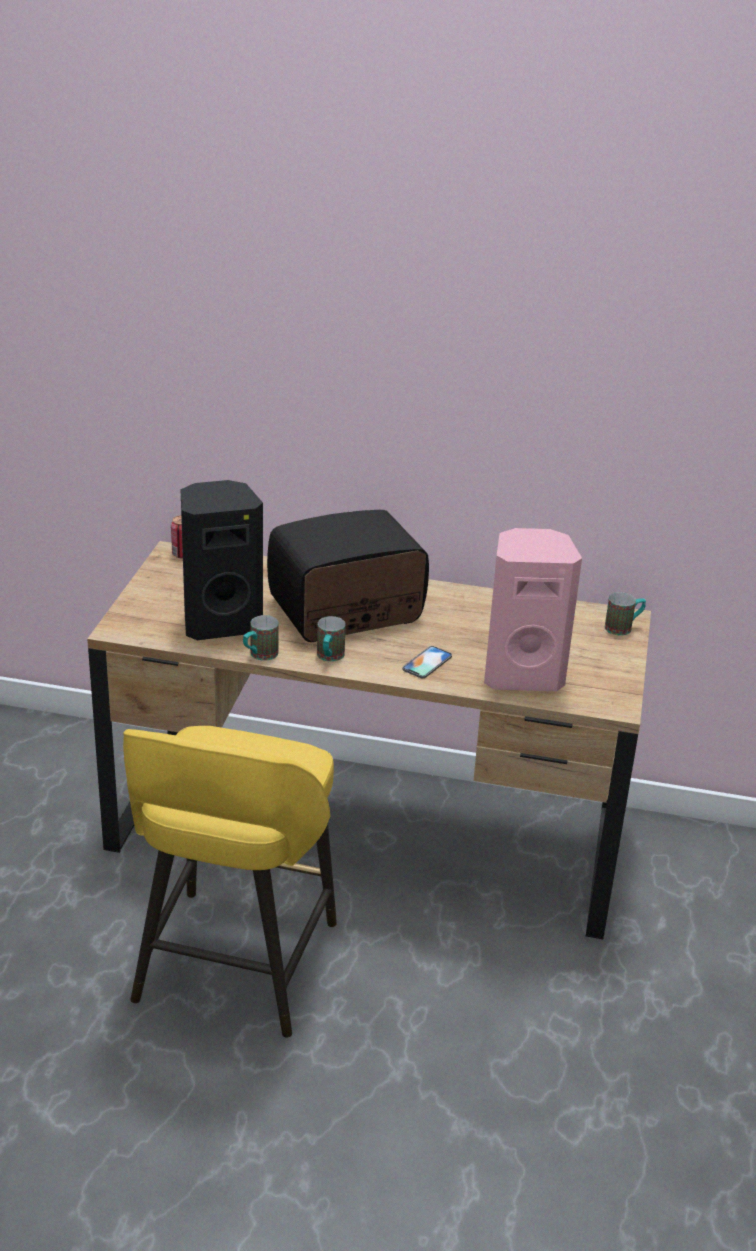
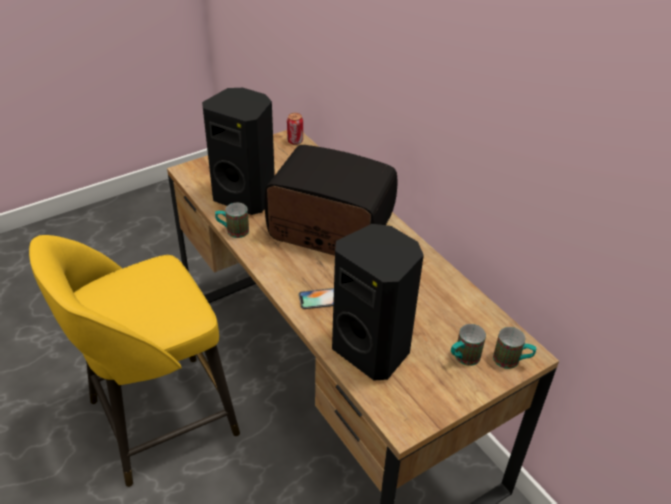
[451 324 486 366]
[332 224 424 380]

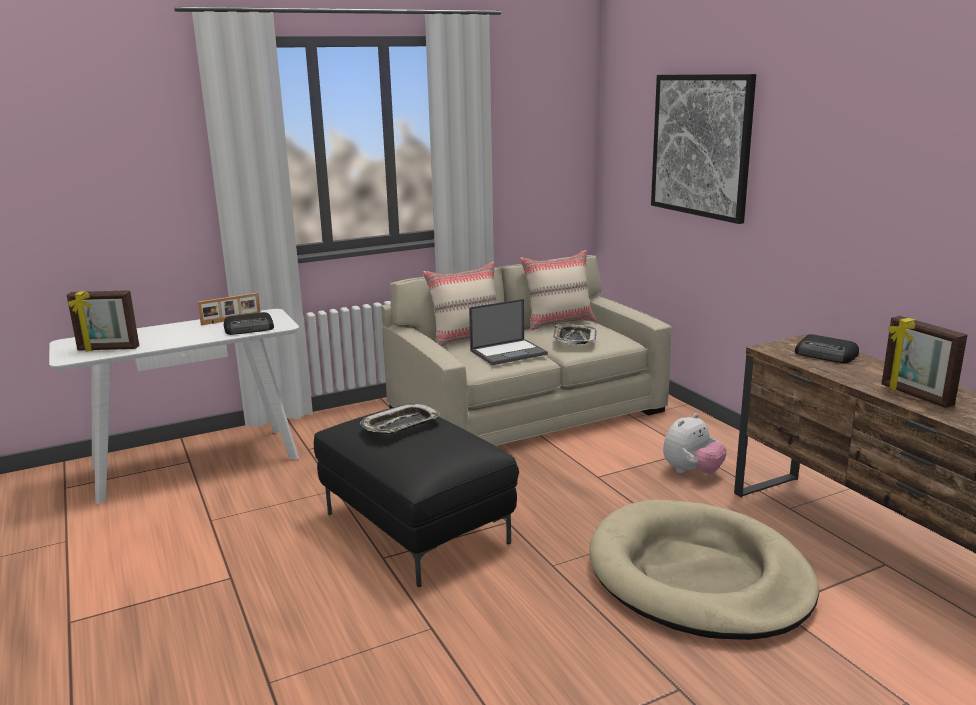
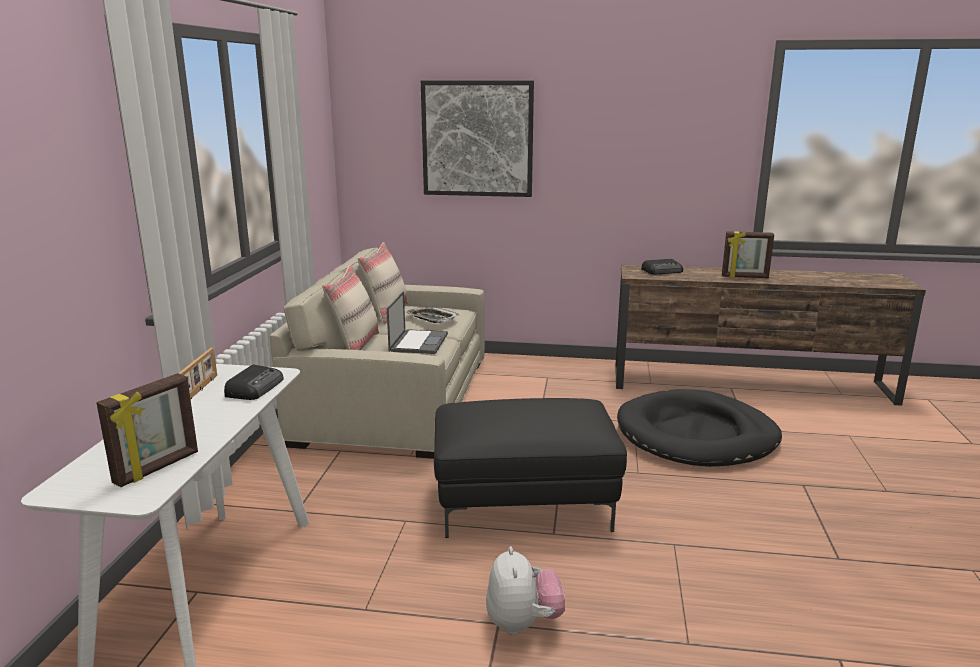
[360 403 440 434] (first image)
[486 547 565 635]
[617 389 782 467]

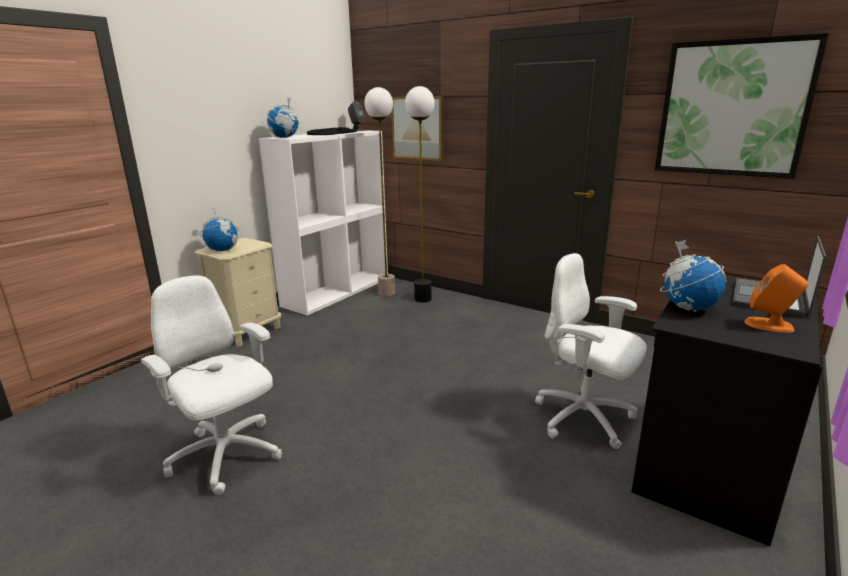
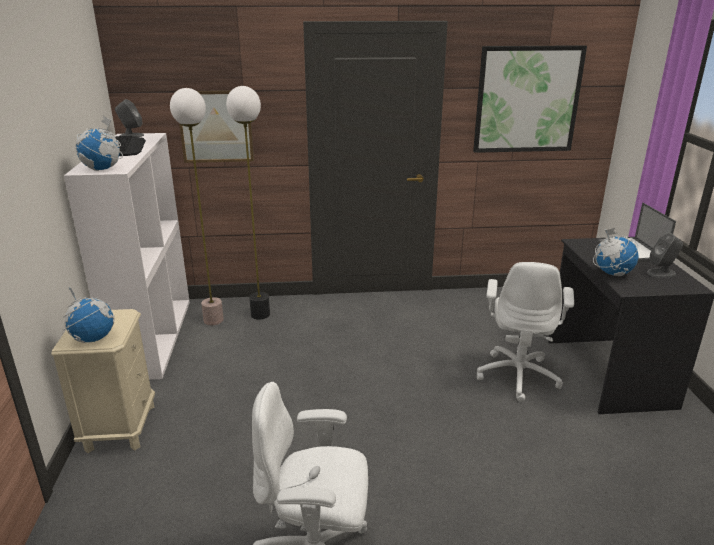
[647 233 683 278]
[477 262 574 402]

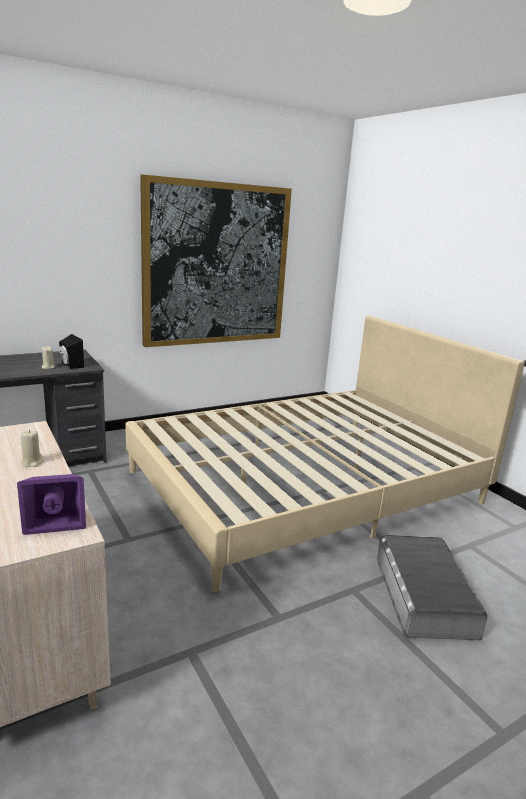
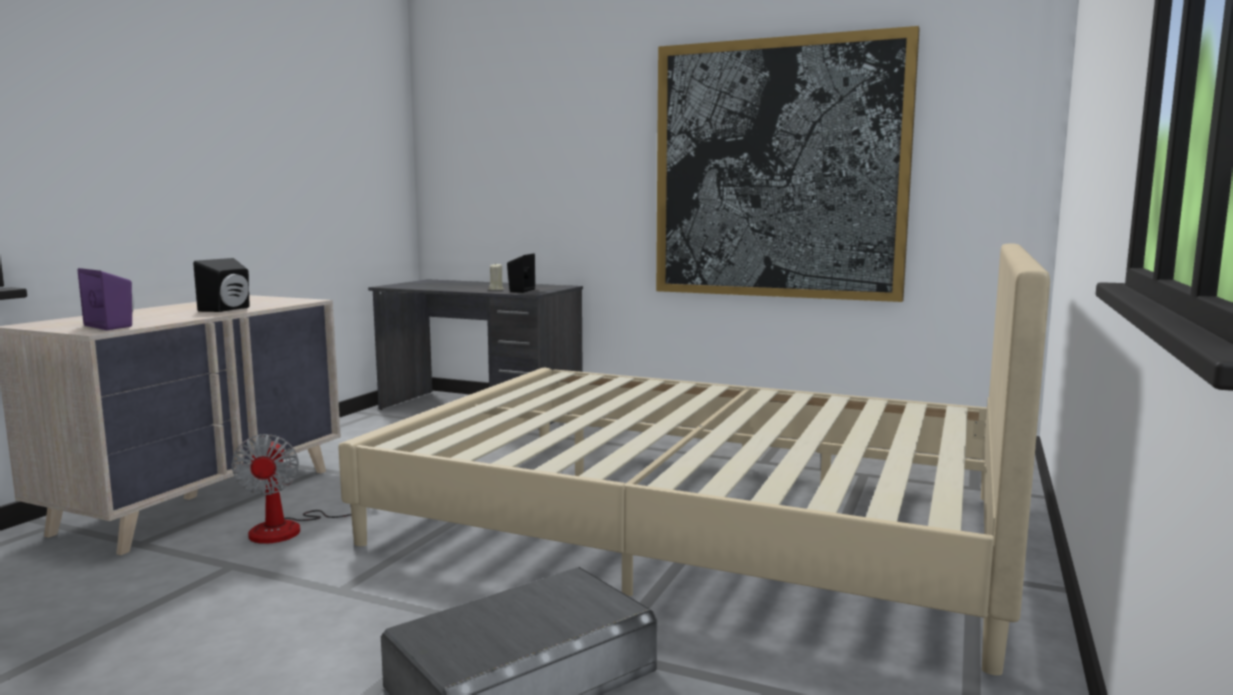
[231 434 351 544]
[193 258 250 312]

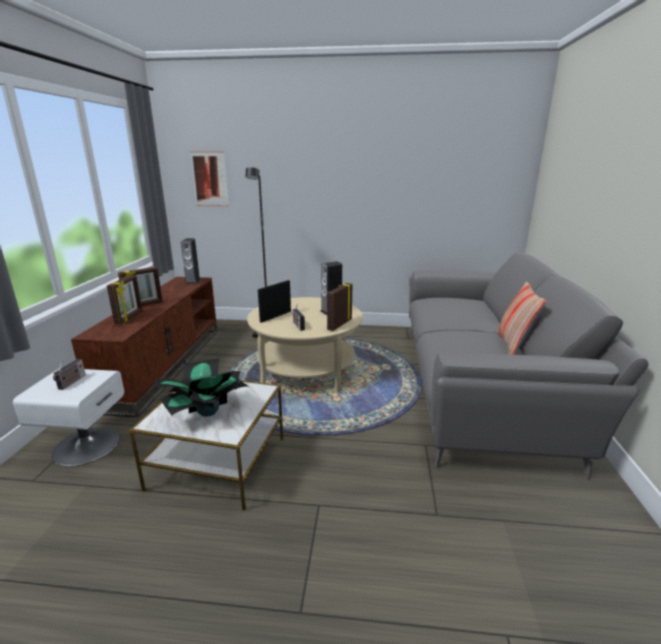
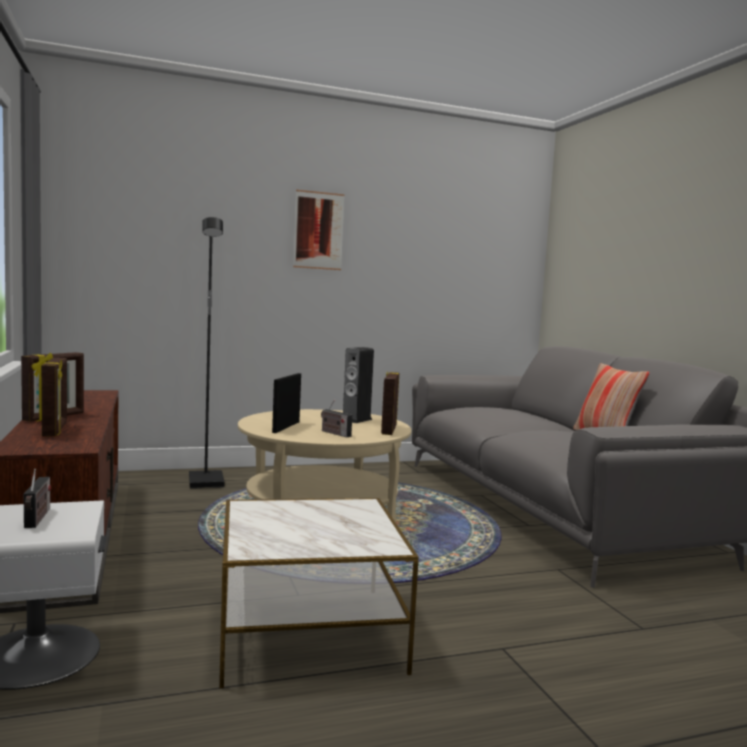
[154 358 249 417] (first image)
[181 238 201 284] (first image)
[293 190 345 270]

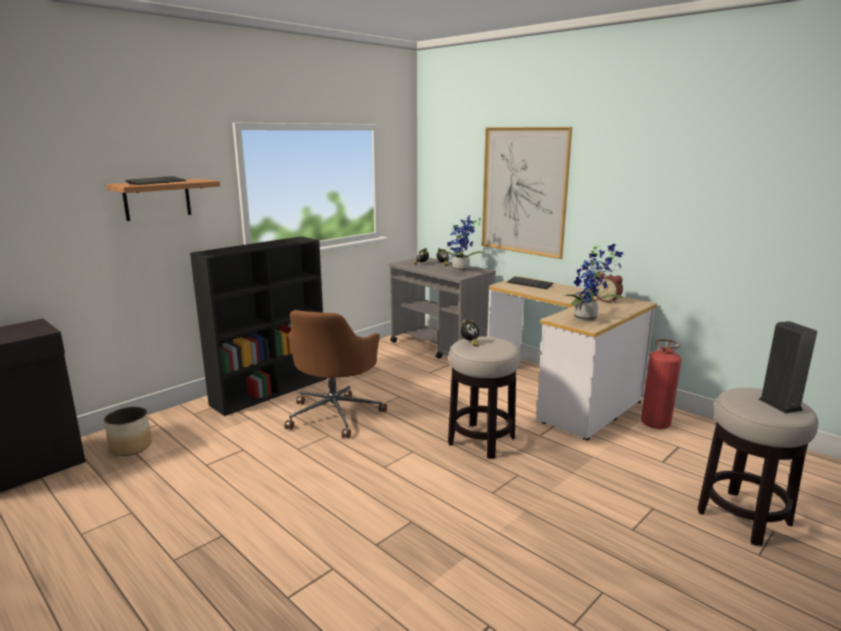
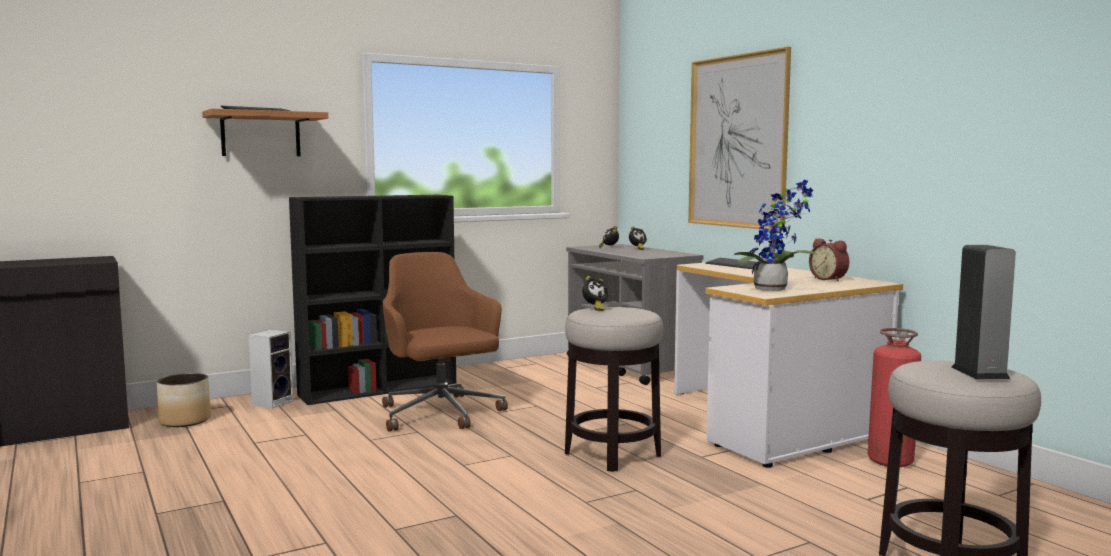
[439 215 488 272] (first image)
[249 329 294 409]
[382 252 508 431]

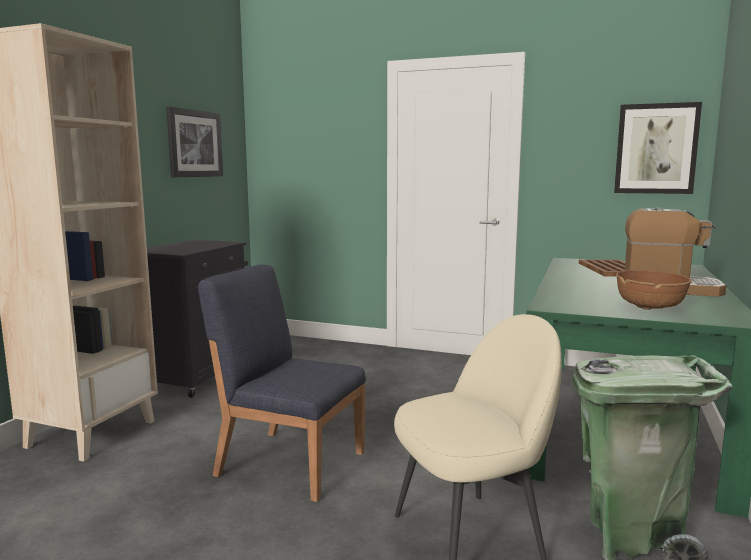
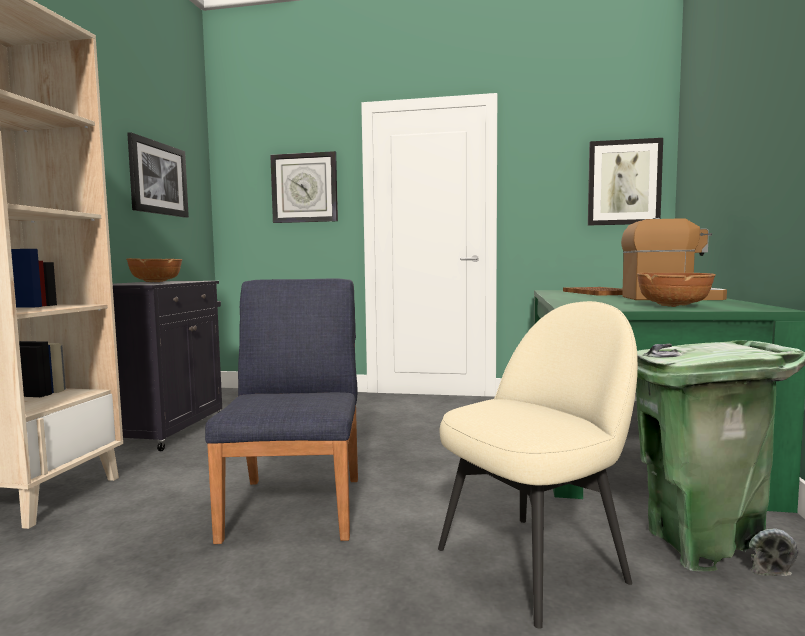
[126 258 182 282]
[270 151 338 223]
[205 279 358 544]

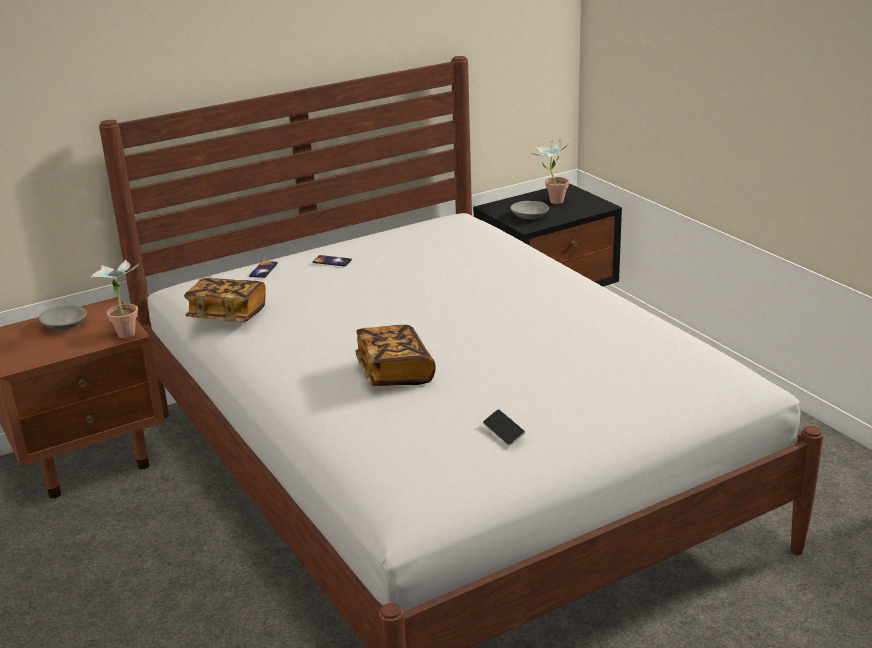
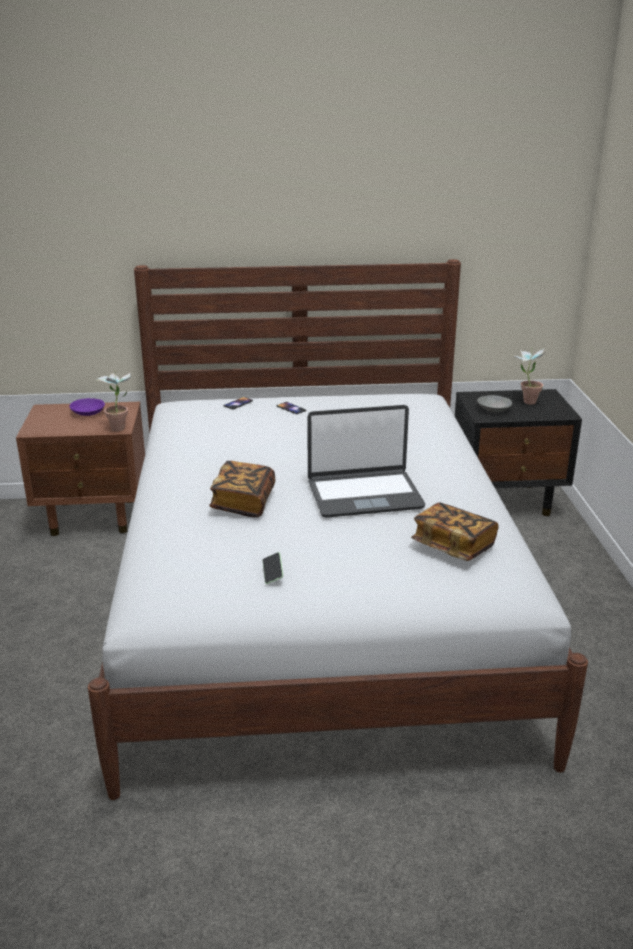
[307 405 425 518]
[411 502 499 561]
[69 398 105 416]

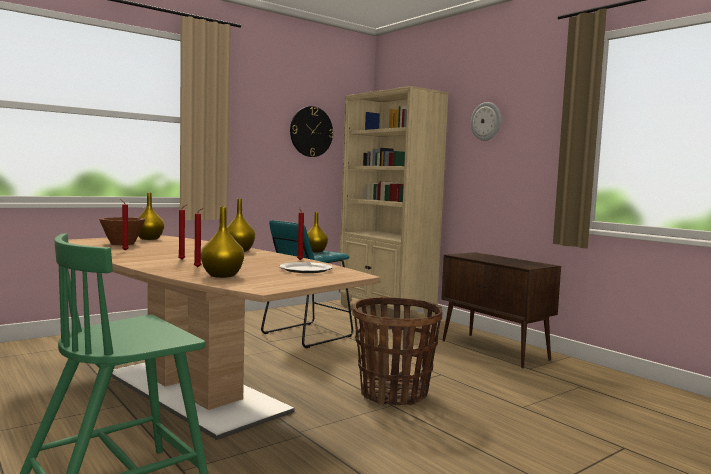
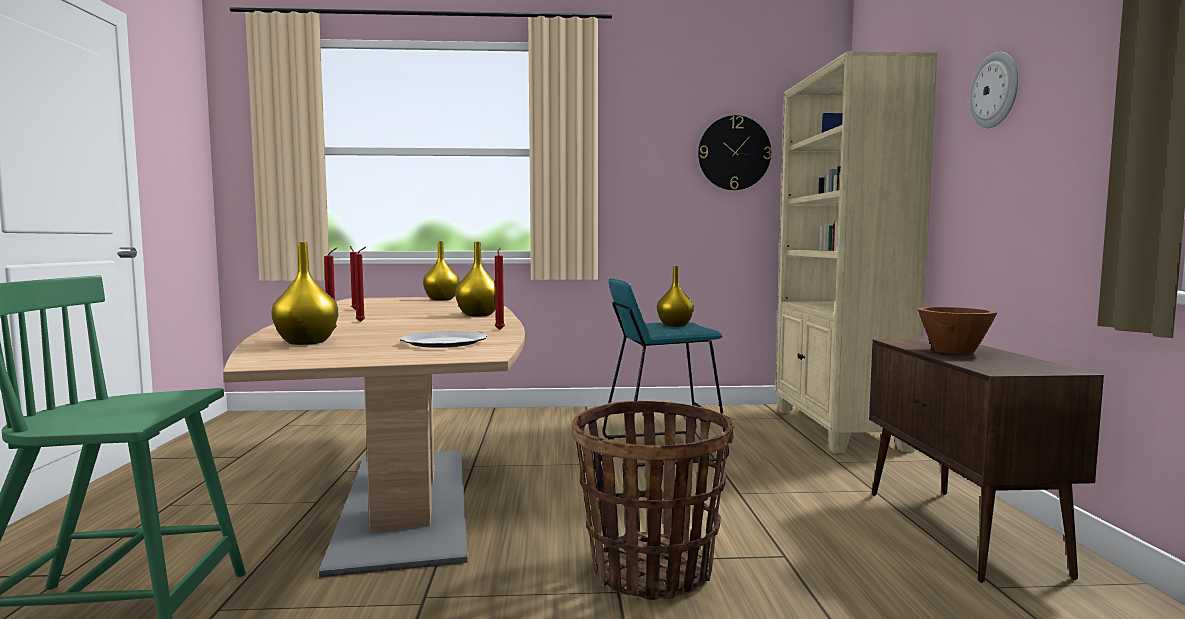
[918 307 997 354]

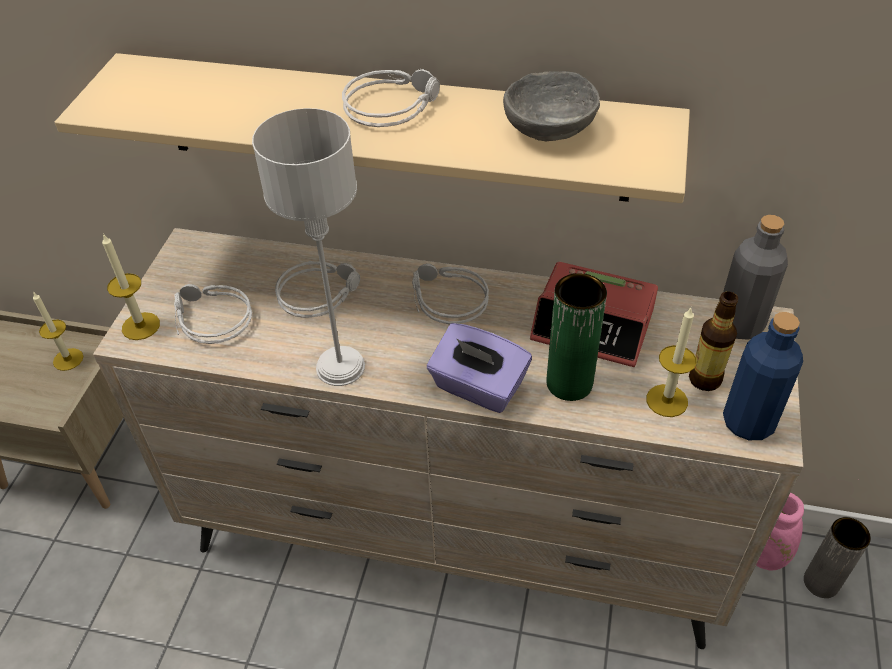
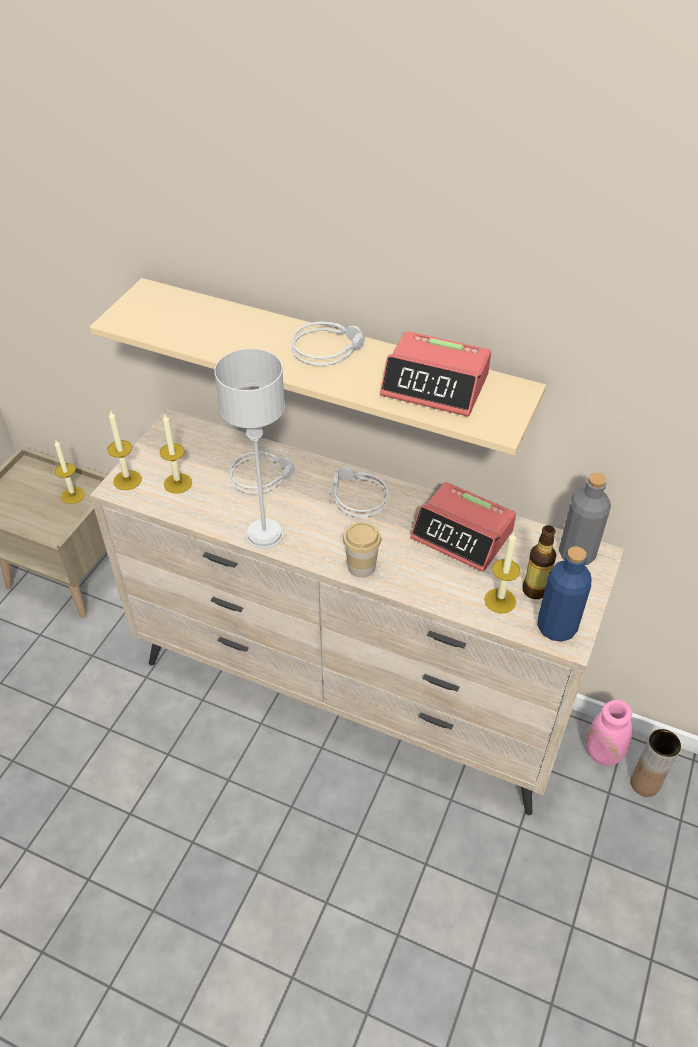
[547 273 607 401] (first image)
[160 413 192 494]
[343 522 381 578]
[380 331 491 417]
[630 729 681 797]

